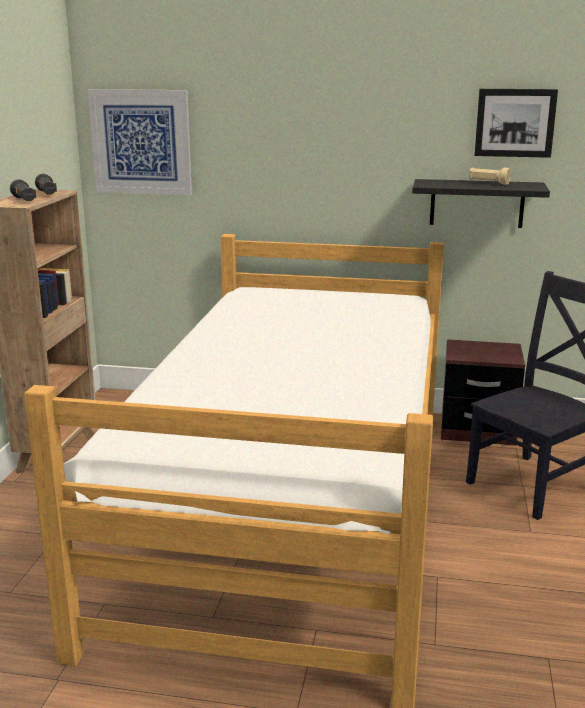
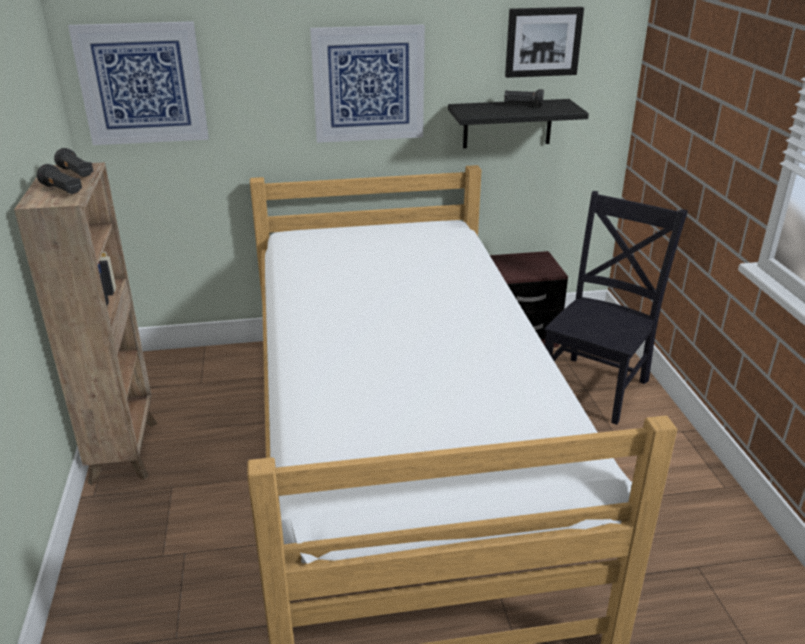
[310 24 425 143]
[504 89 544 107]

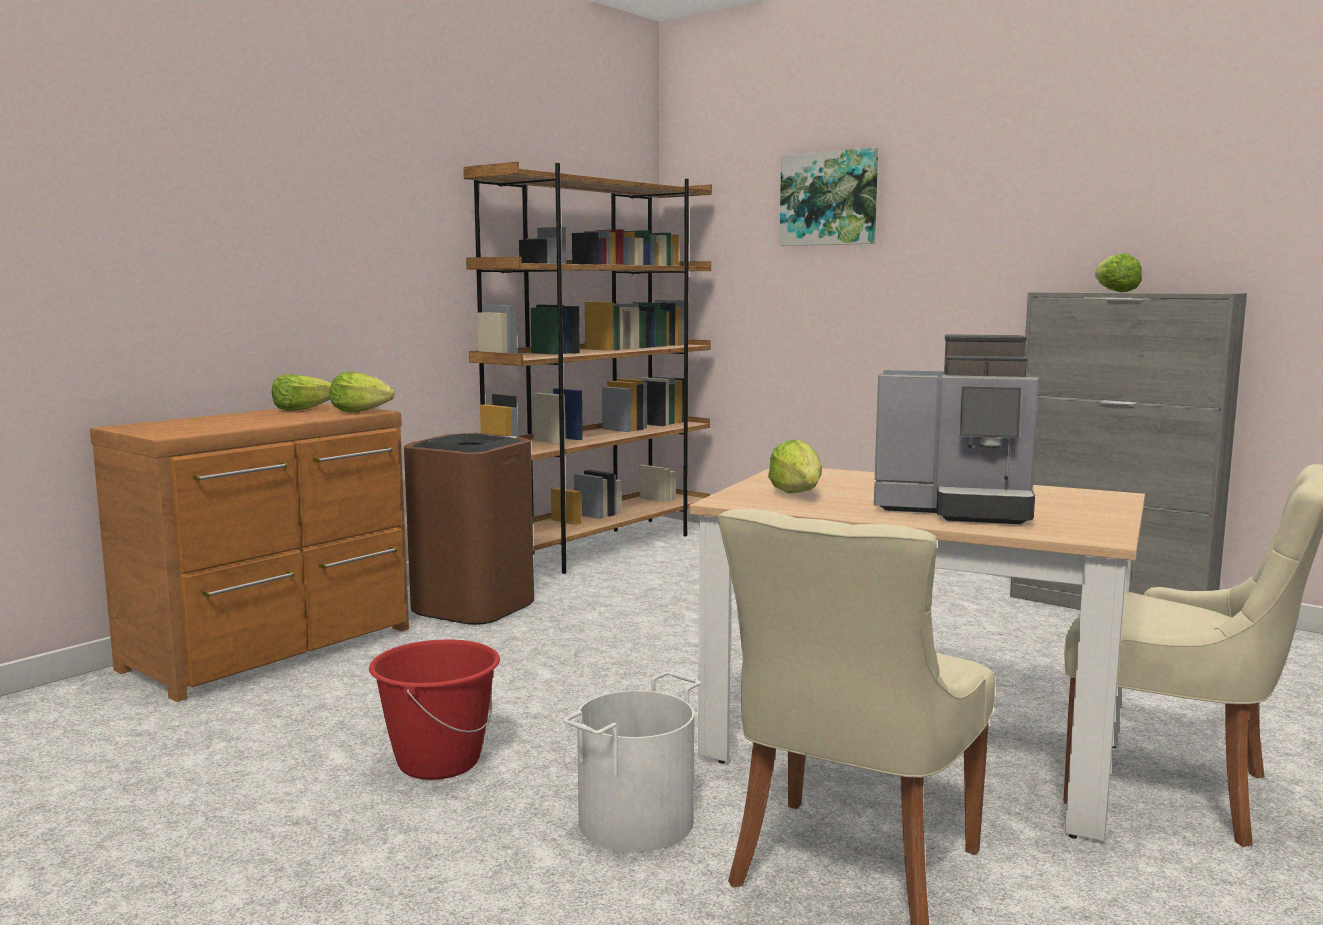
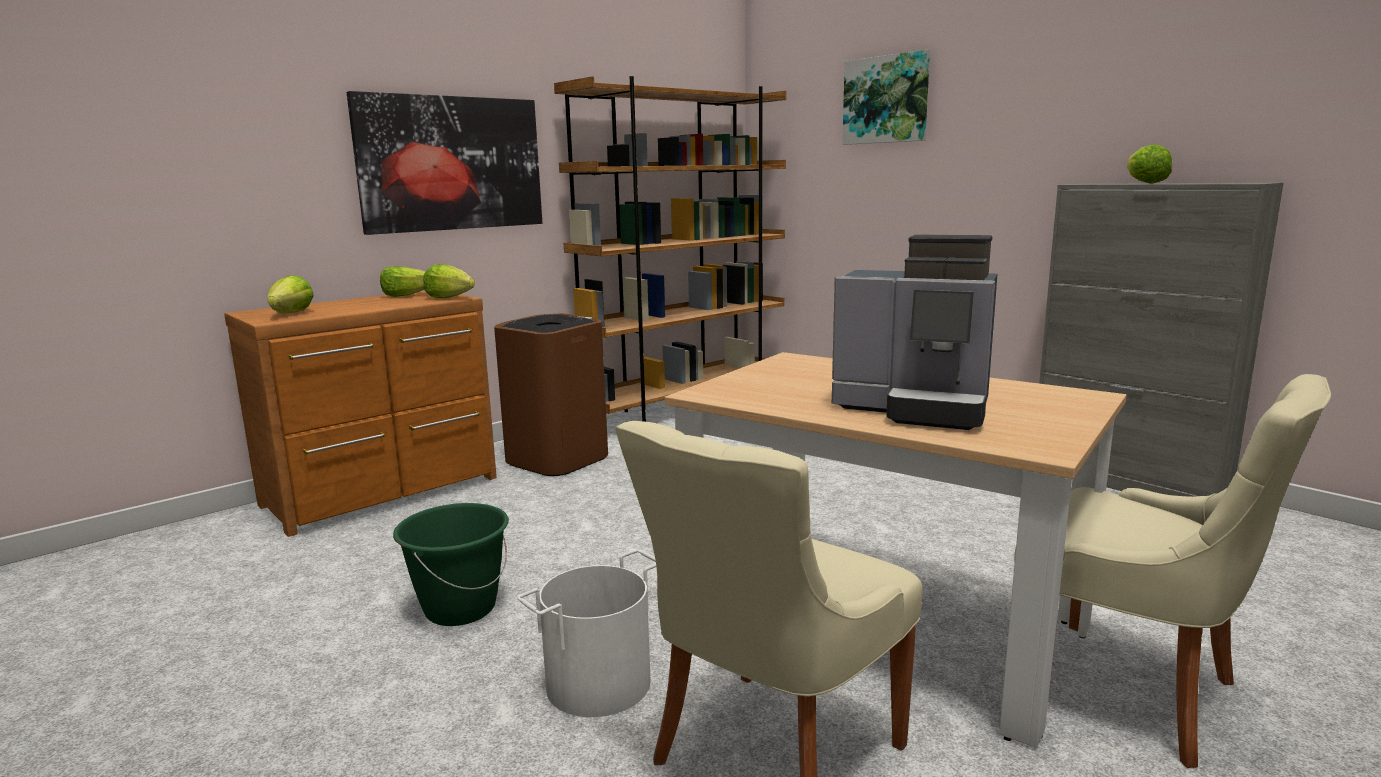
[347 91 542 235]
[267 275 314 313]
[393 503 509 626]

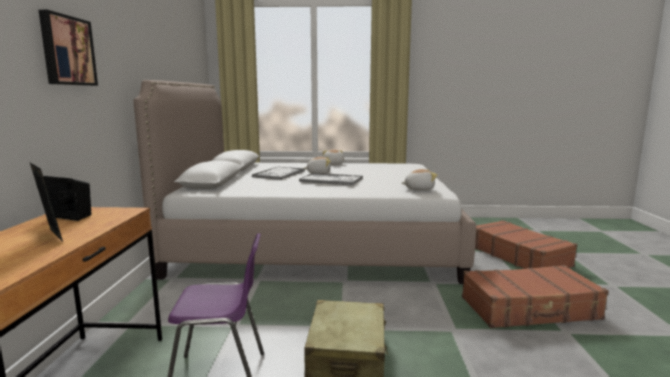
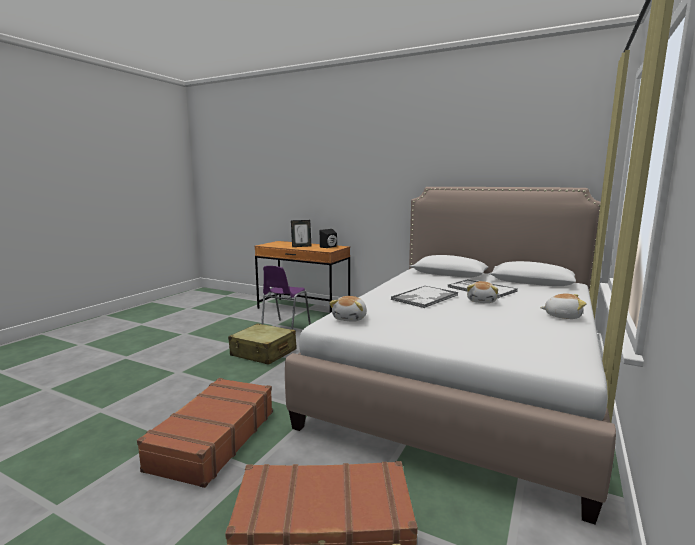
[39 10 98 86] (first image)

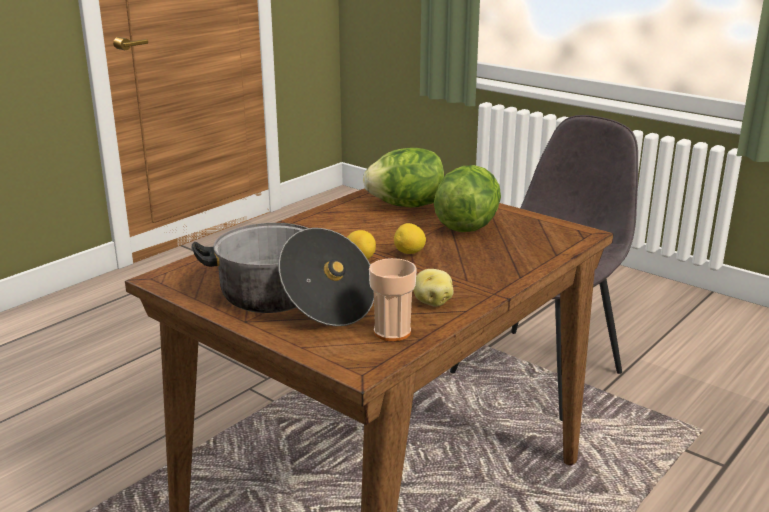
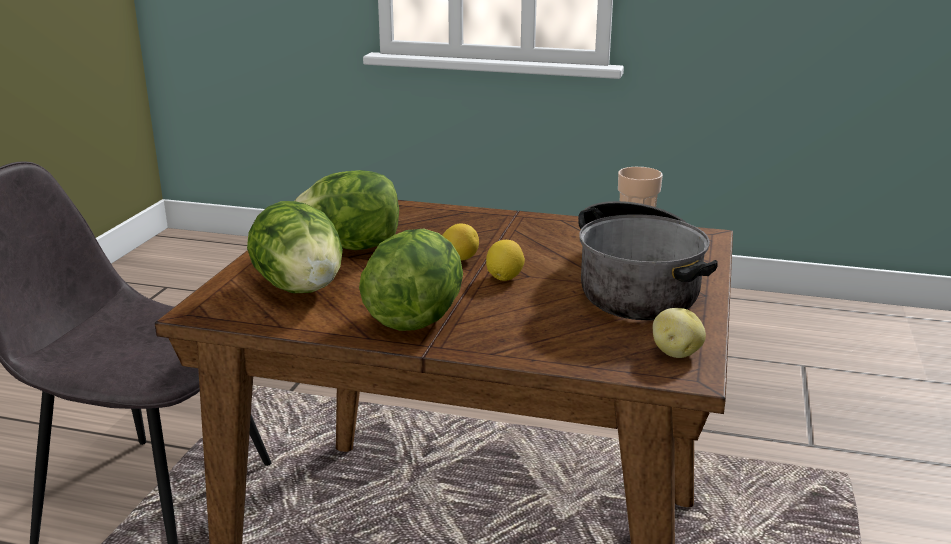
[359 229 463 331]
[653 308 706 358]

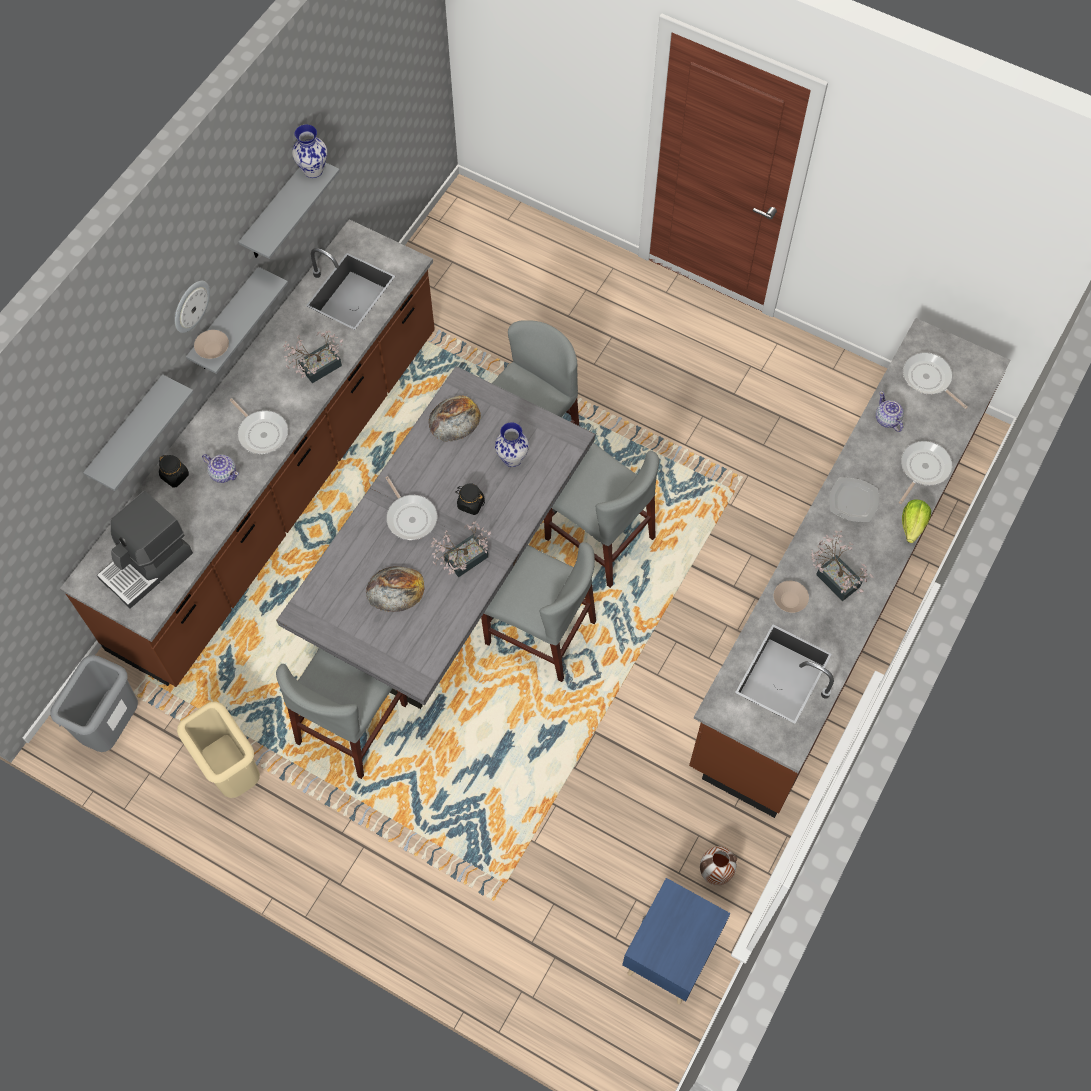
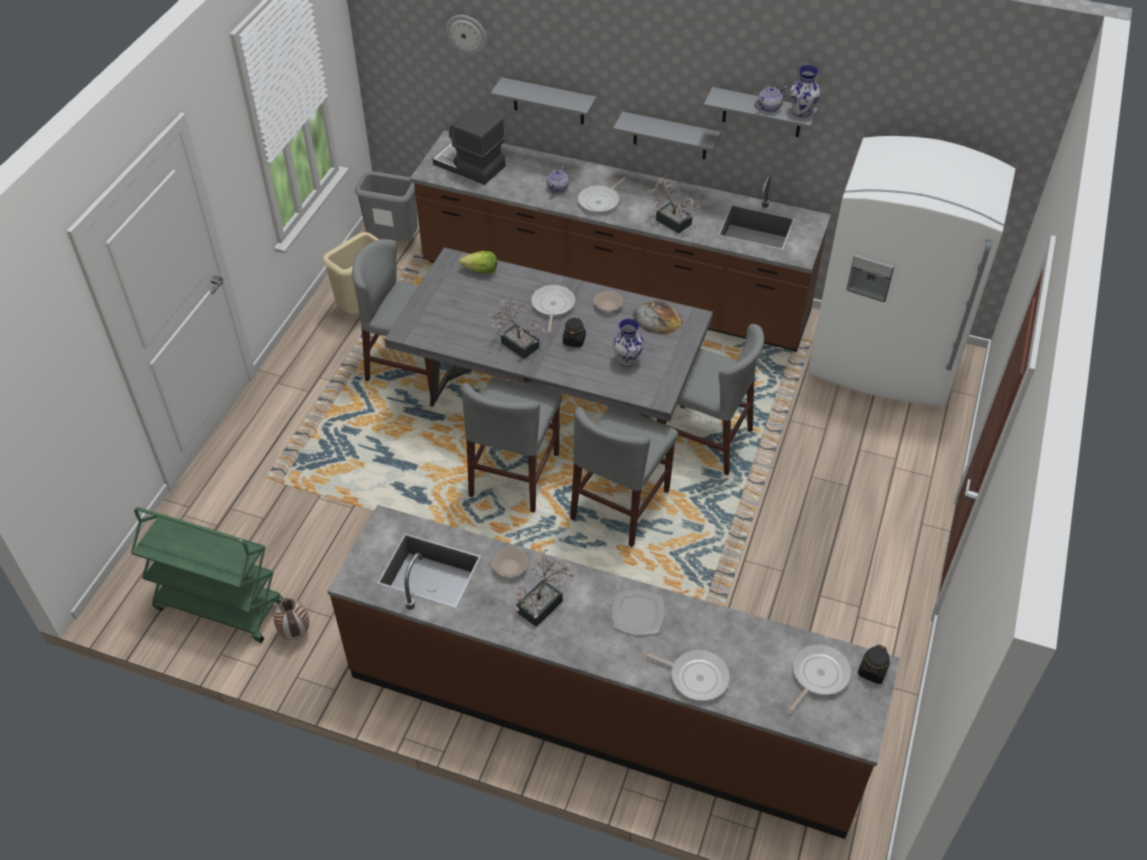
[366 566 425 612] (first image)
[807 136 1016 407]
[858 645 890 684]
[446 15 487 55]
[594 291 623 311]
[754 86 787 112]
[459 251 497 274]
[131 507 284 643]
[531 285 575 334]

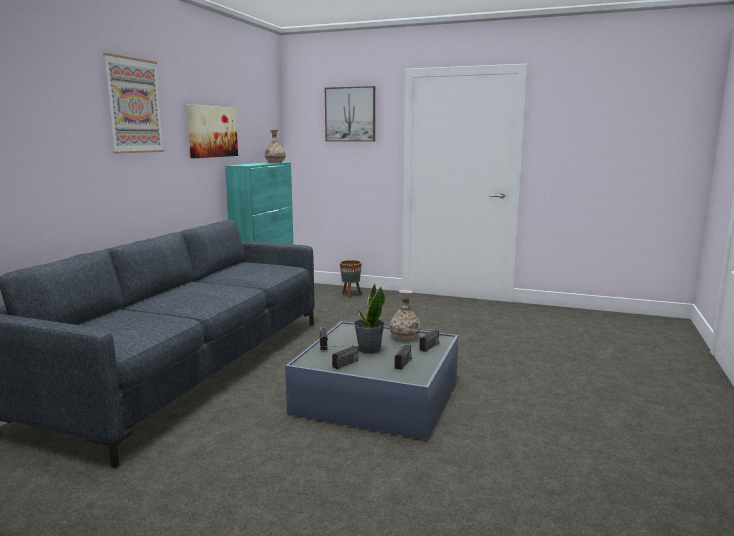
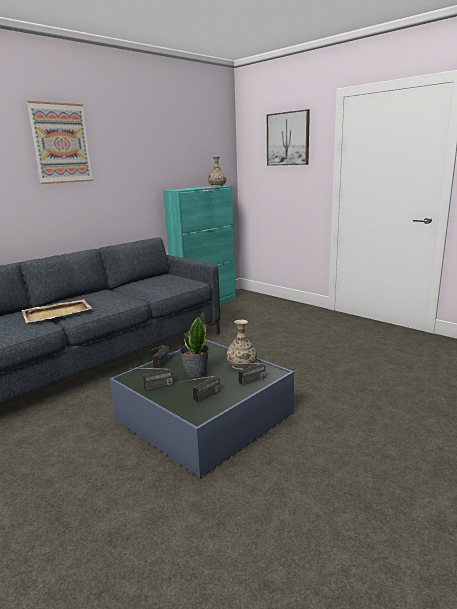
[187 104 238 158] (first image)
[340 260 362 298] (first image)
[22 299 92 323]

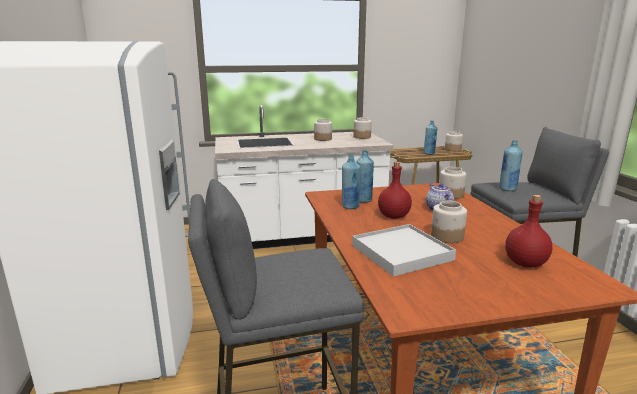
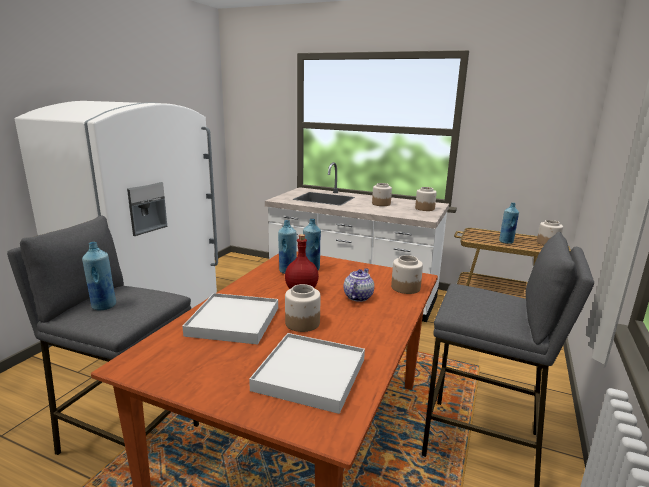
[82 242 116 310]
[249 333 365 414]

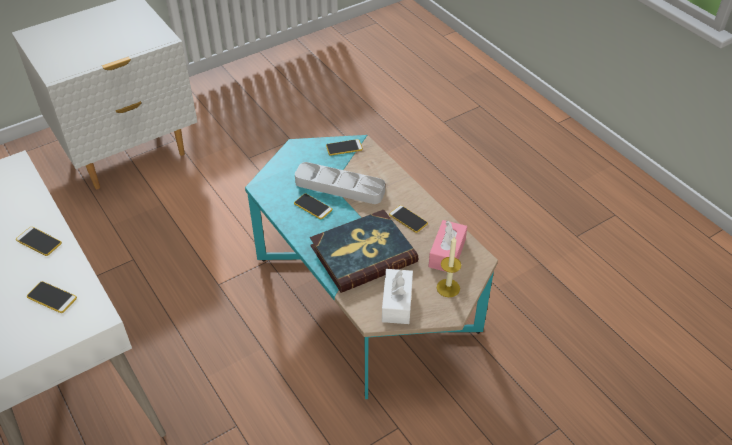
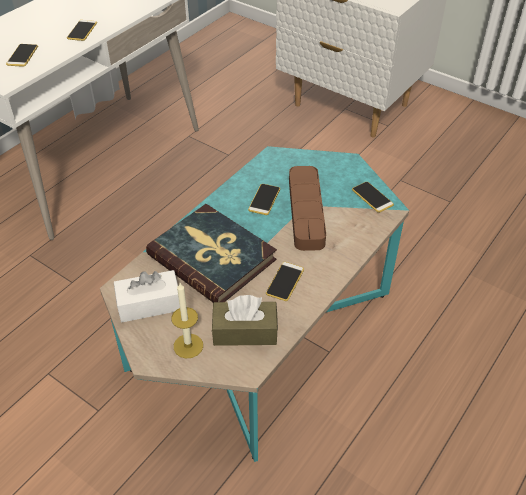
[289 166 326 251]
[212 295 278 346]

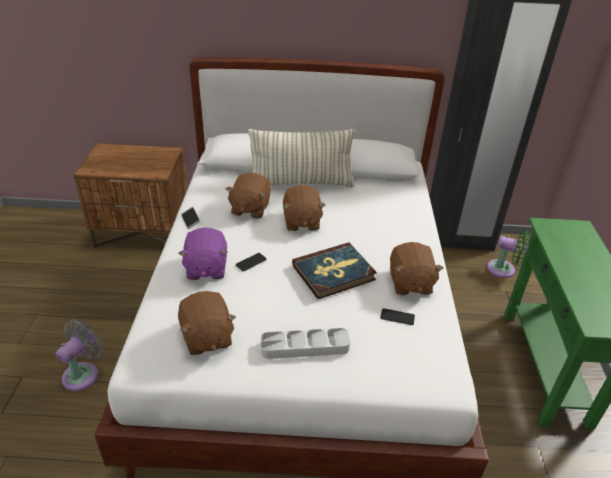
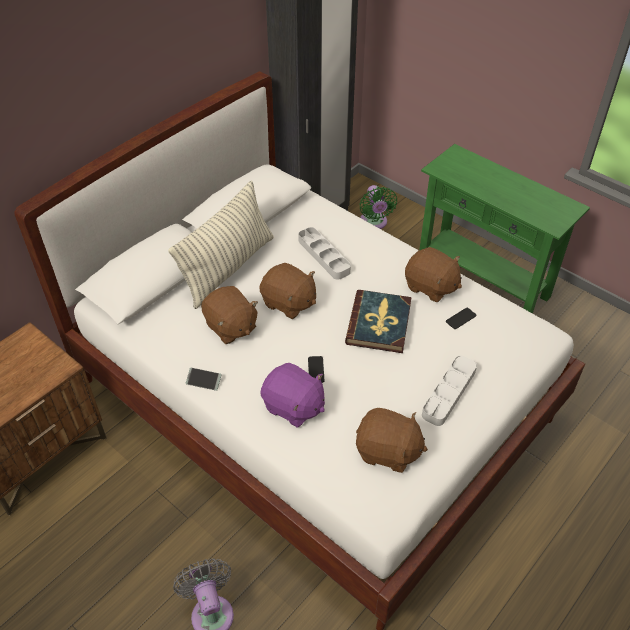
[298 227 351 280]
[359 185 397 229]

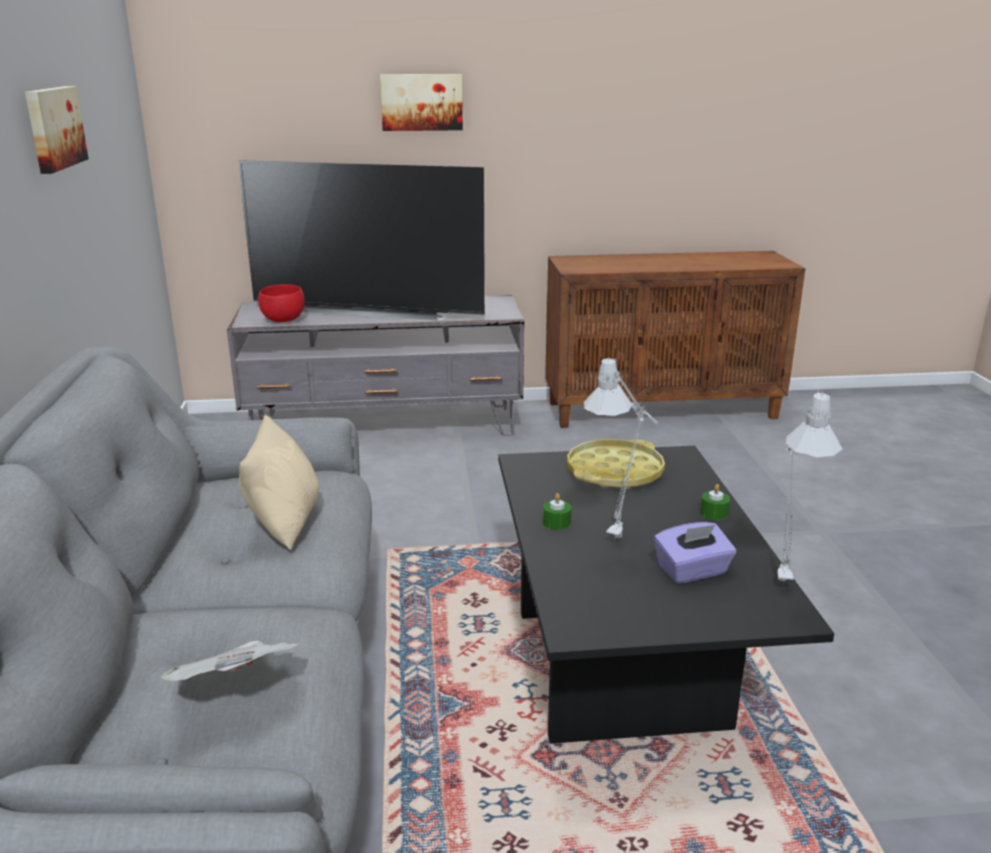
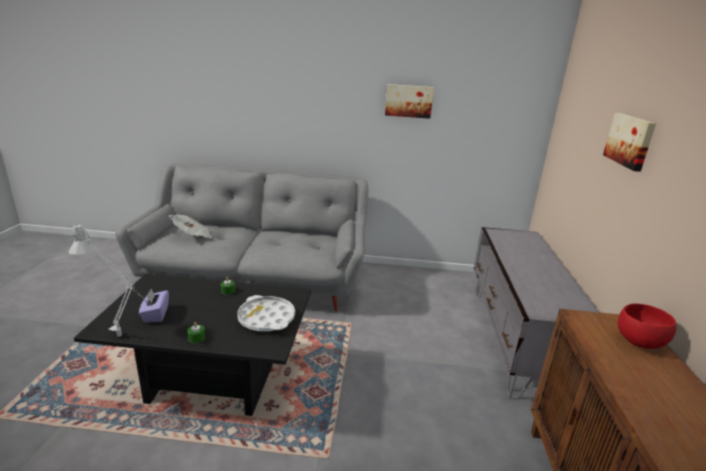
[238 160 485 321] (first image)
[239 415 319 550] (first image)
[584 357 658 540] (first image)
[618 304 676 349]
[237 295 295 331]

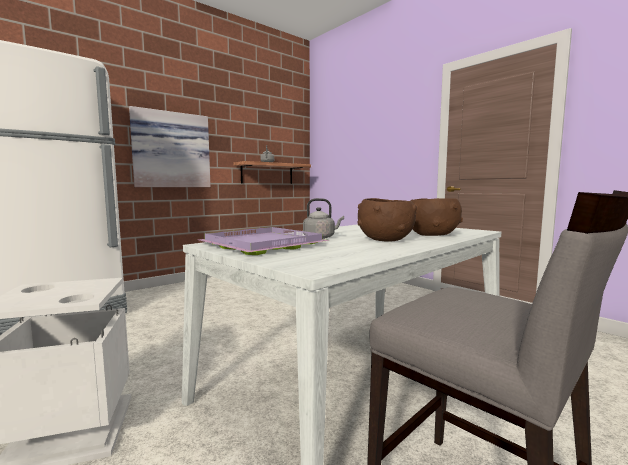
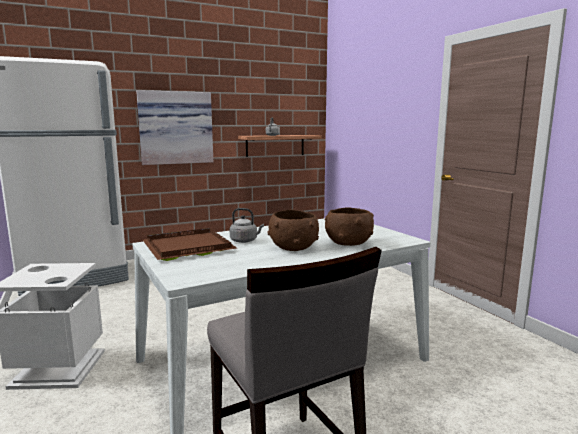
[143 228 237 261]

